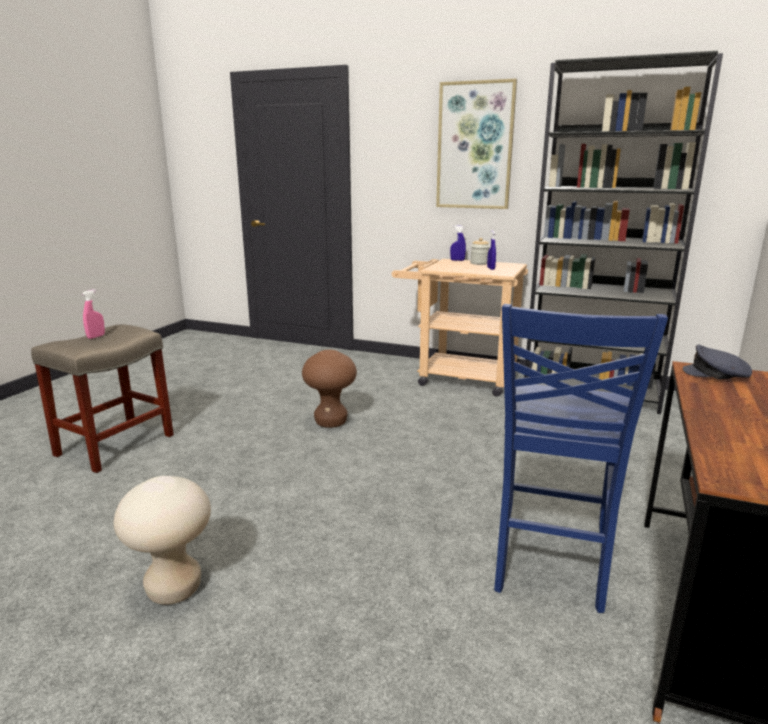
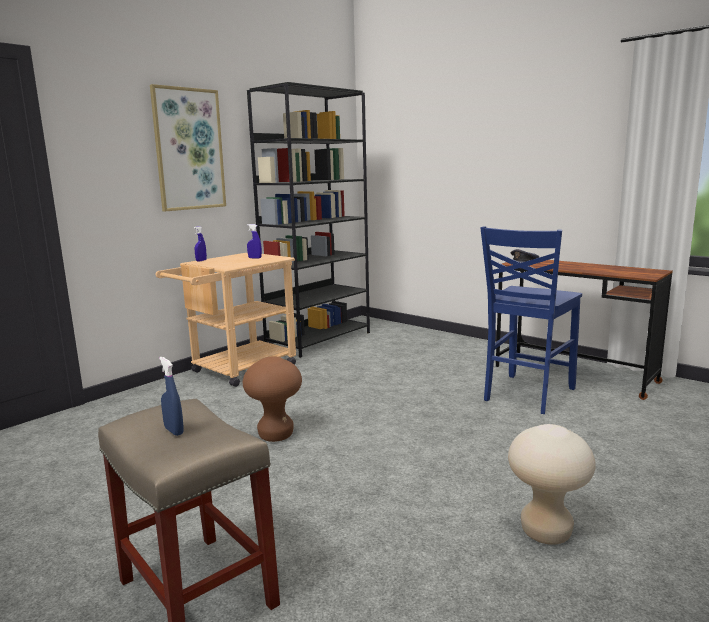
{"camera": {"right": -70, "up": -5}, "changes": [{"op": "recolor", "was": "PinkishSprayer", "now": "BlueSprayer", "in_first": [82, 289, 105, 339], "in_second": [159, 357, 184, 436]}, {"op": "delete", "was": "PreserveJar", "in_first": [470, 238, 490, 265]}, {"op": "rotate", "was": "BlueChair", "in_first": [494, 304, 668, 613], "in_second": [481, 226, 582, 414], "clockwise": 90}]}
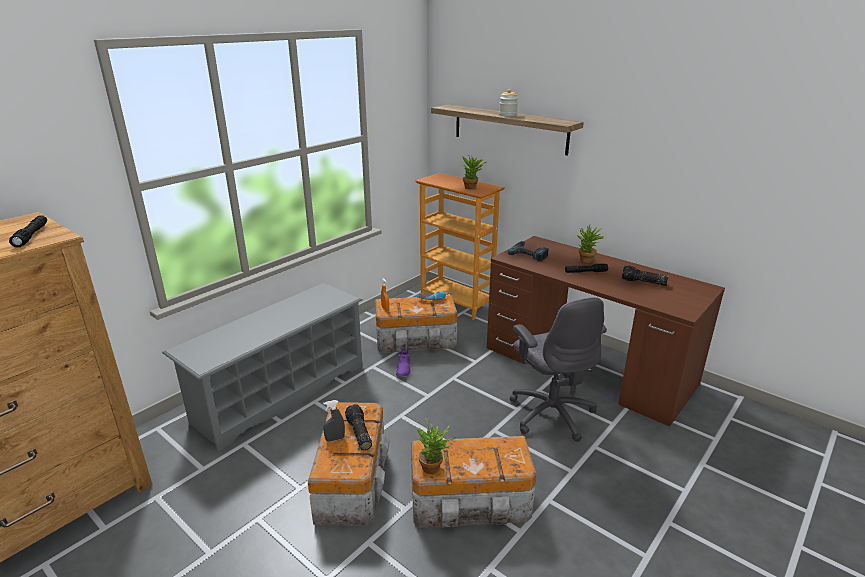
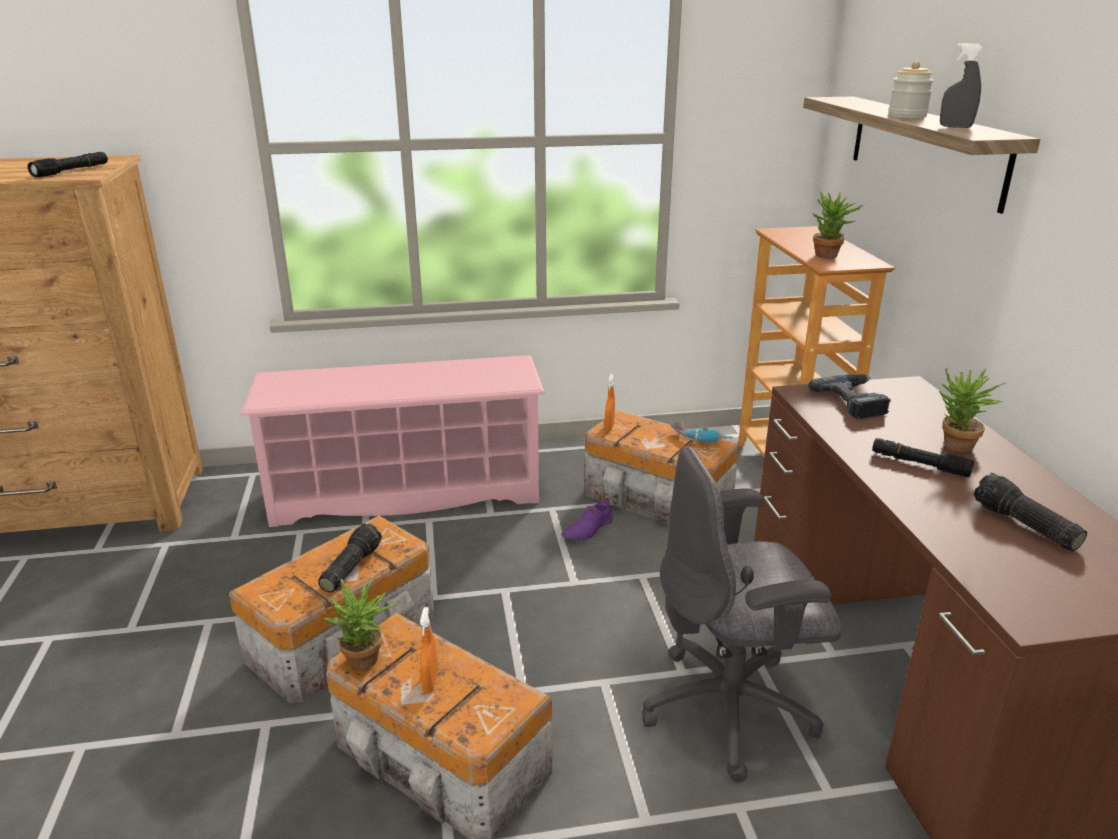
{"camera": {"right": 40, "up": 0}, "changes": [{"op": "recolor", "was": "GrayShoeStand", "now": "PinkishShoeStand", "in_first": [162, 283, 363, 452], "in_second": [240, 355, 545, 527]}, {"op": "move", "was": "GraySprayer", "in_first": [323, 400, 345, 442], "in_second": [940, 43, 983, 128]}, {"op": "rotate", "was": "GrayOfficeChair", "in_first": [510, 297, 607, 442], "in_second": [642, 447, 842, 783], "clockwise": 60}, {"op": "insert", "now": "OrangeSprayer", "in_second": [420, 607, 438, 693]}]}
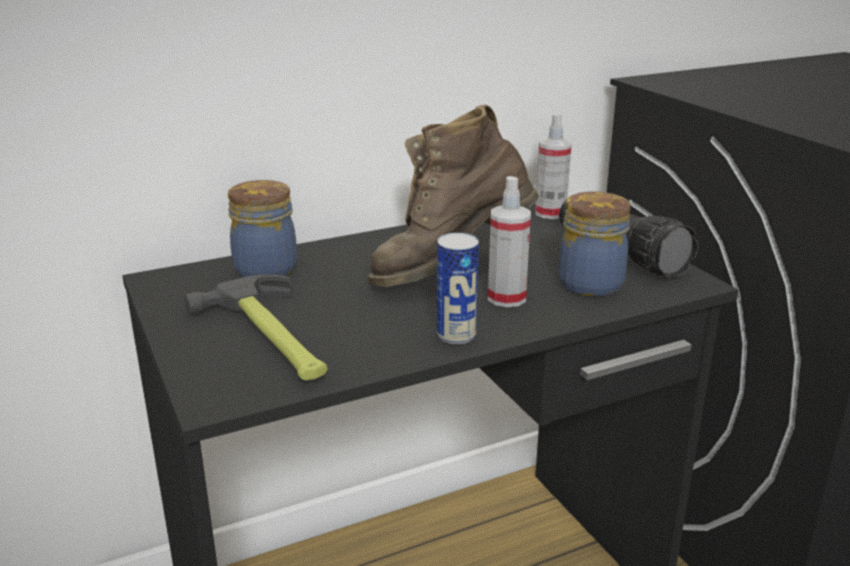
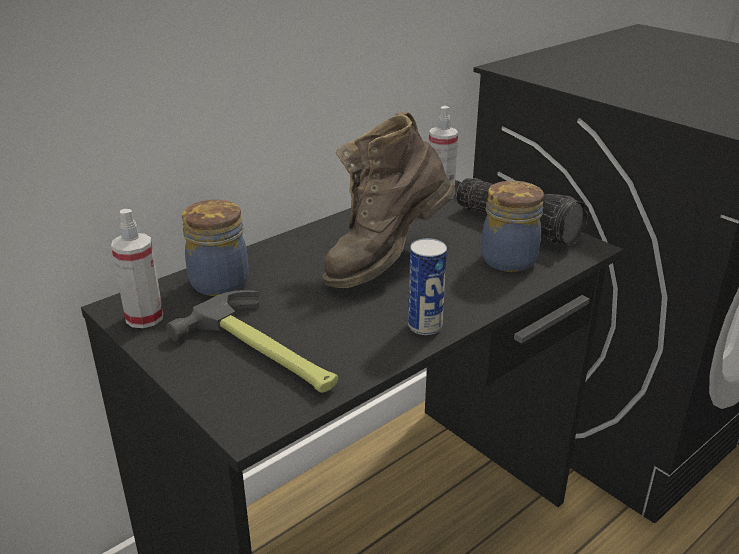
{"camera": {"right": -15, "up": 5}, "changes": [{"op": "move", "was": "Sprayer", "in_first": [488, 176, 531, 307], "in_second": [111, 209, 163, 328]}]}
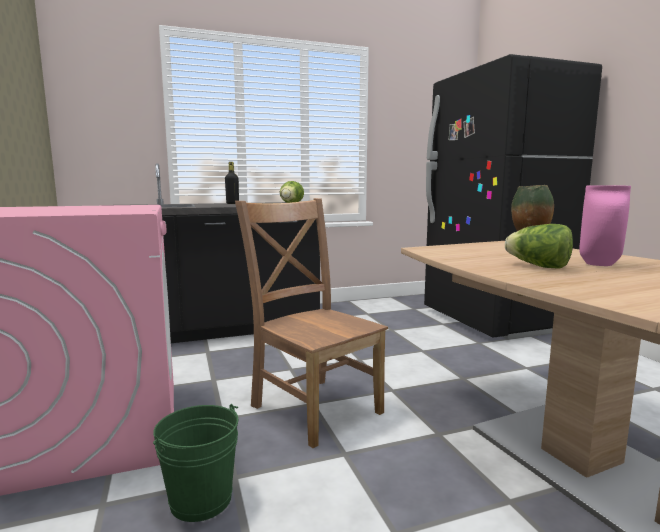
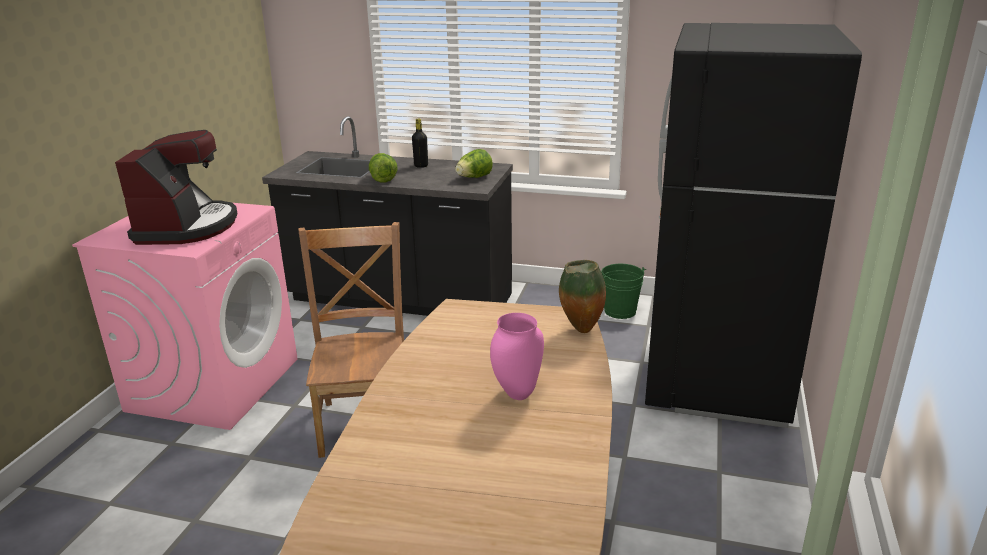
{"camera": {"right": 35, "up": 15}, "changes": [{"op": "move", "was": "GreenColouredBucket", "in_first": [153, 404, 238, 522], "in_second": [601, 264, 646, 319]}, {"op": "move", "was": "Lettuce", "in_first": [505, 224, 573, 269], "in_second": [369, 153, 397, 183]}, {"op": "insert", "now": "CoffeeMachine", "in_second": [115, 130, 237, 245]}]}
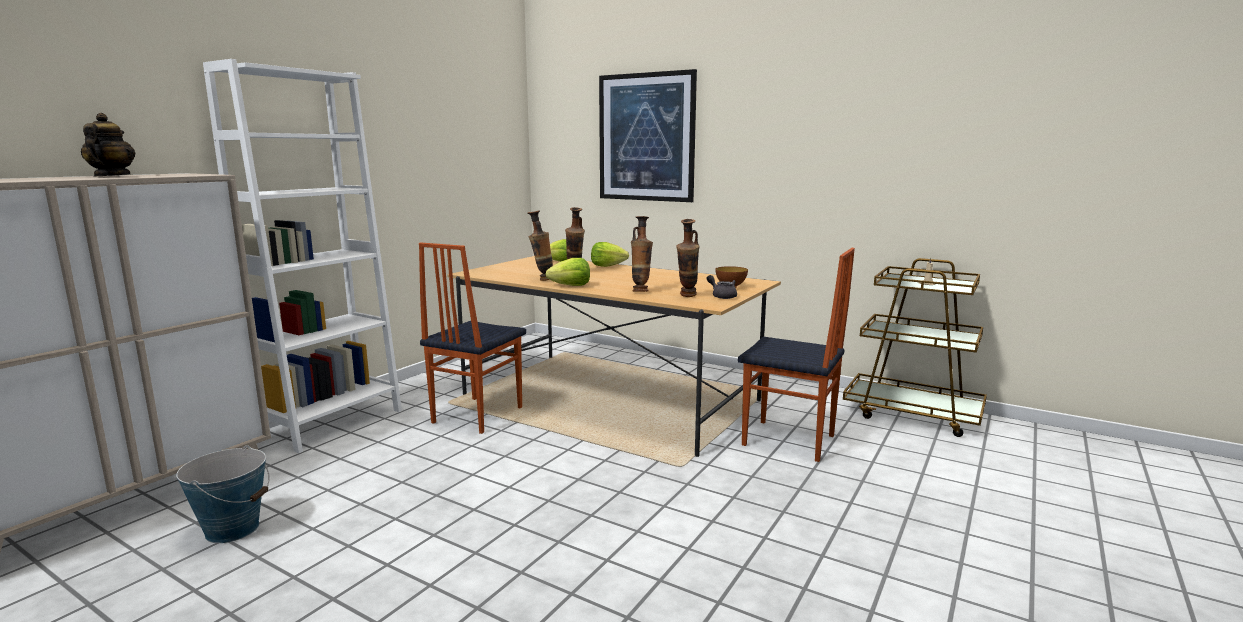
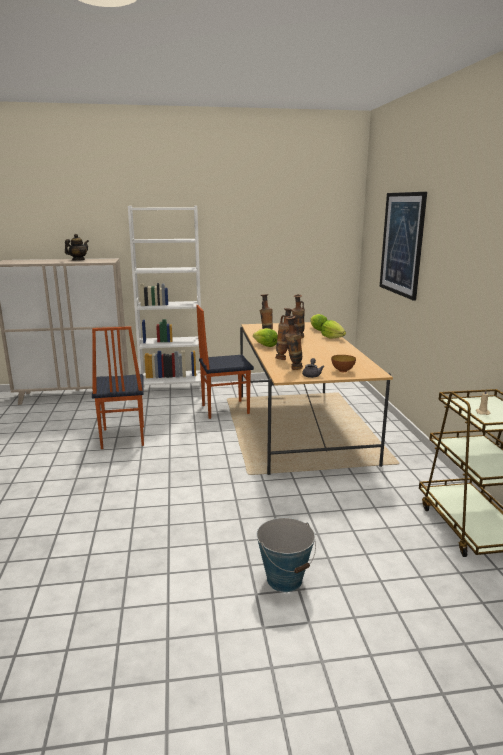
{"camera": {"right": 50, "up": 5}, "changes": [{"op": "move", "was": "Bucket", "in_first": [176, 445, 270, 543], "in_second": [257, 518, 316, 592]}, {"op": "move", "was": "Chair", "in_first": [738, 248, 855, 462], "in_second": [92, 326, 144, 449]}]}
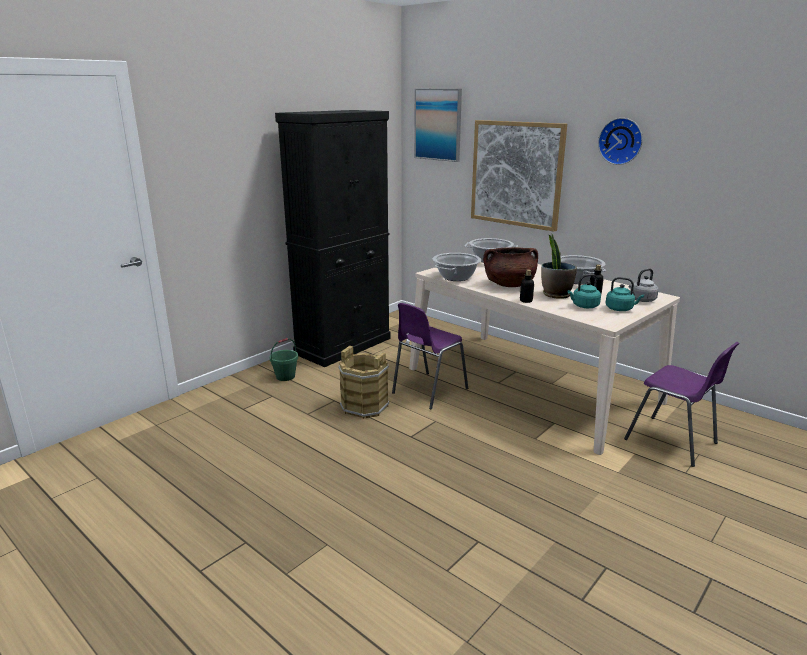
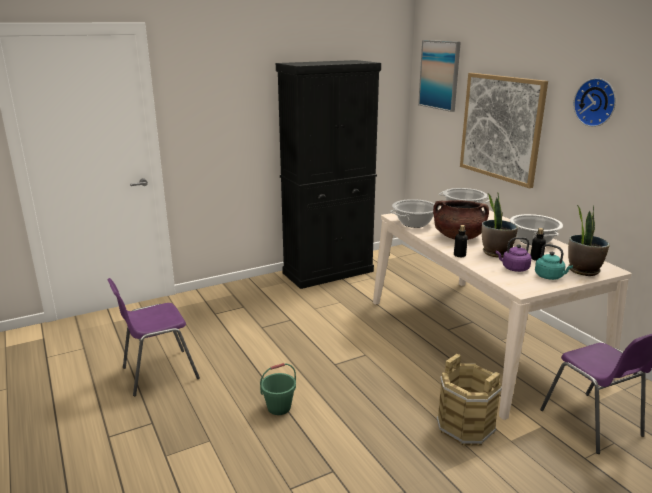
{"camera": {"right": 20, "up": 0}, "changes": [{"op": "move", "was": "GreenColouredBucket", "in_first": [270, 338, 298, 381], "in_second": [260, 363, 296, 415]}, {"op": "move", "was": "BrownishBucket", "in_first": [338, 346, 389, 419], "in_second": [437, 354, 502, 446]}, {"op": "move", "was": "PurpleChair", "in_first": [392, 303, 468, 410], "in_second": [107, 278, 200, 396]}, {"op": "recolor", "was": "BlueGreenTeaKettle", "now": "PurpleTeaKettle", "in_first": [568, 274, 601, 308], "in_second": [496, 237, 532, 272]}, {"op": "replace", "was": "GrayTeaKettle", "now": "Houseplant", "in_first": [629, 268, 659, 302], "in_second": [568, 205, 610, 276]}]}
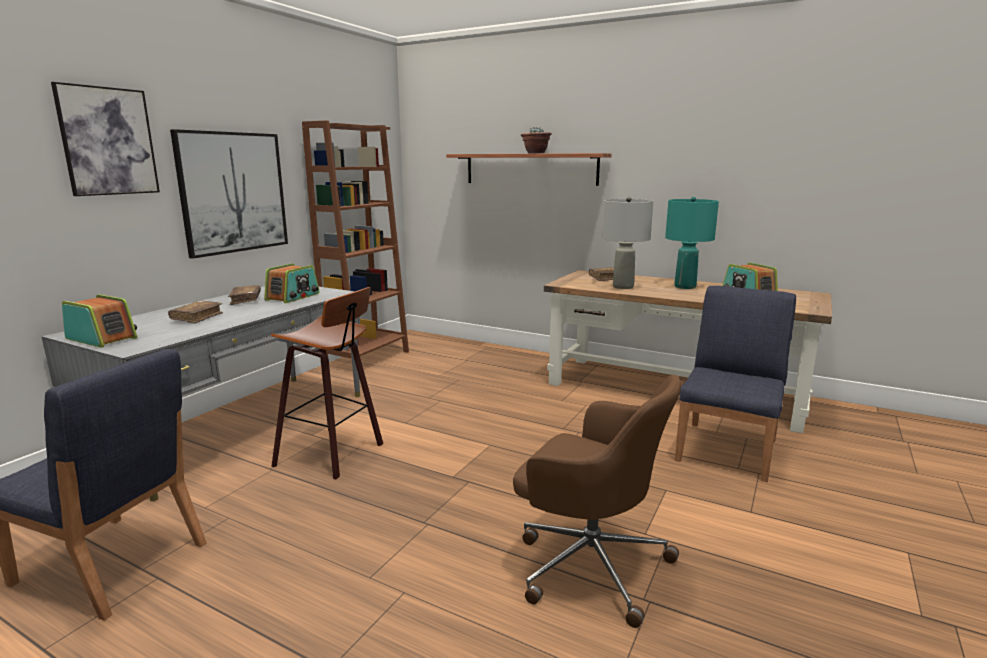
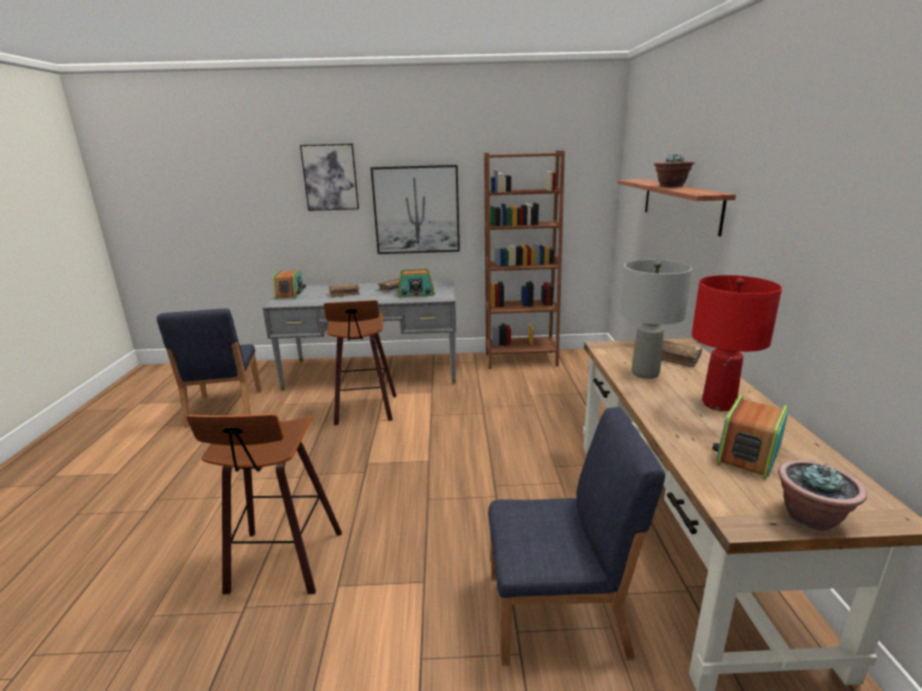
{"camera": {"right": 60, "up": 5}, "changes": [{"op": "replace", "was": "BrownishOfficeChair", "now": "Stool", "in_first": [513, 375, 681, 628], "in_second": [186, 414, 342, 594]}, {"op": "recolor", "was": "BlueGreenLampForATable", "now": "RedLampForATable", "in_first": [665, 197, 719, 289], "in_second": [692, 275, 782, 411]}, {"op": "insert", "now": "Houseplant", "in_second": [778, 460, 867, 531]}]}
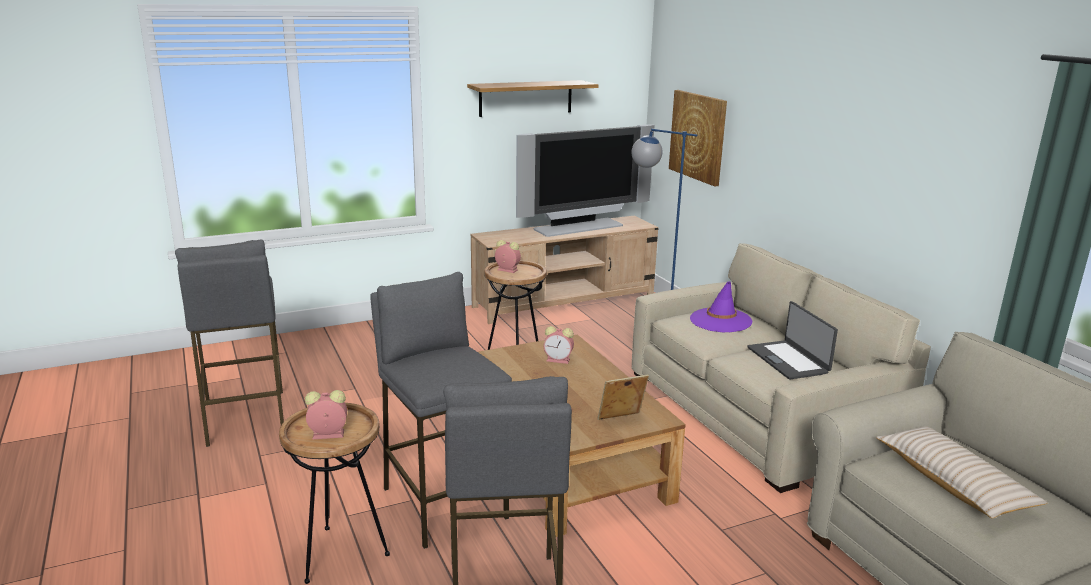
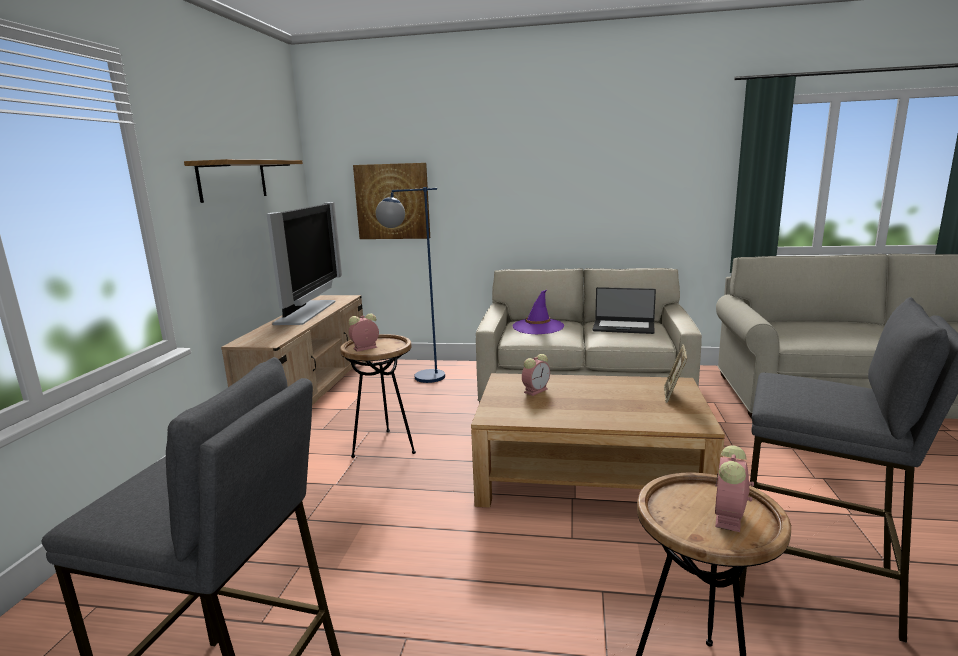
{"camera": {"right": -55, "up": -5}, "changes": [{"op": "delete", "was": "GrayStool", "in_first": [370, 272, 512, 549]}, {"op": "delete", "was": "SandColouredPillow", "in_first": [876, 426, 1047, 519]}]}
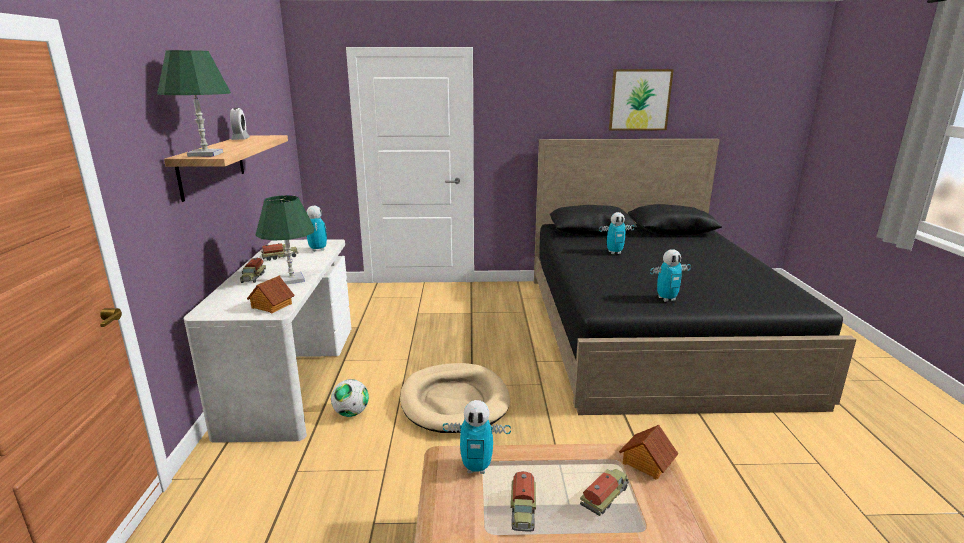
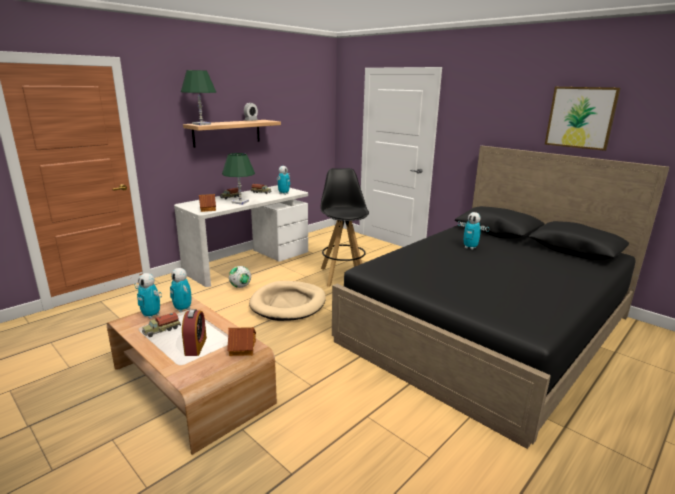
{"camera": {"right": 45, "up": 0}, "changes": [{"op": "replace", "was": "ToyLorry", "now": "TableClock", "in_first": [580, 469, 629, 516], "in_second": [182, 309, 207, 356]}, {"op": "move", "was": "ModelRobot", "in_first": [650, 249, 691, 302], "in_second": [134, 273, 162, 319]}, {"op": "insert", "now": "BlackishStool", "in_second": [320, 168, 369, 287]}]}
